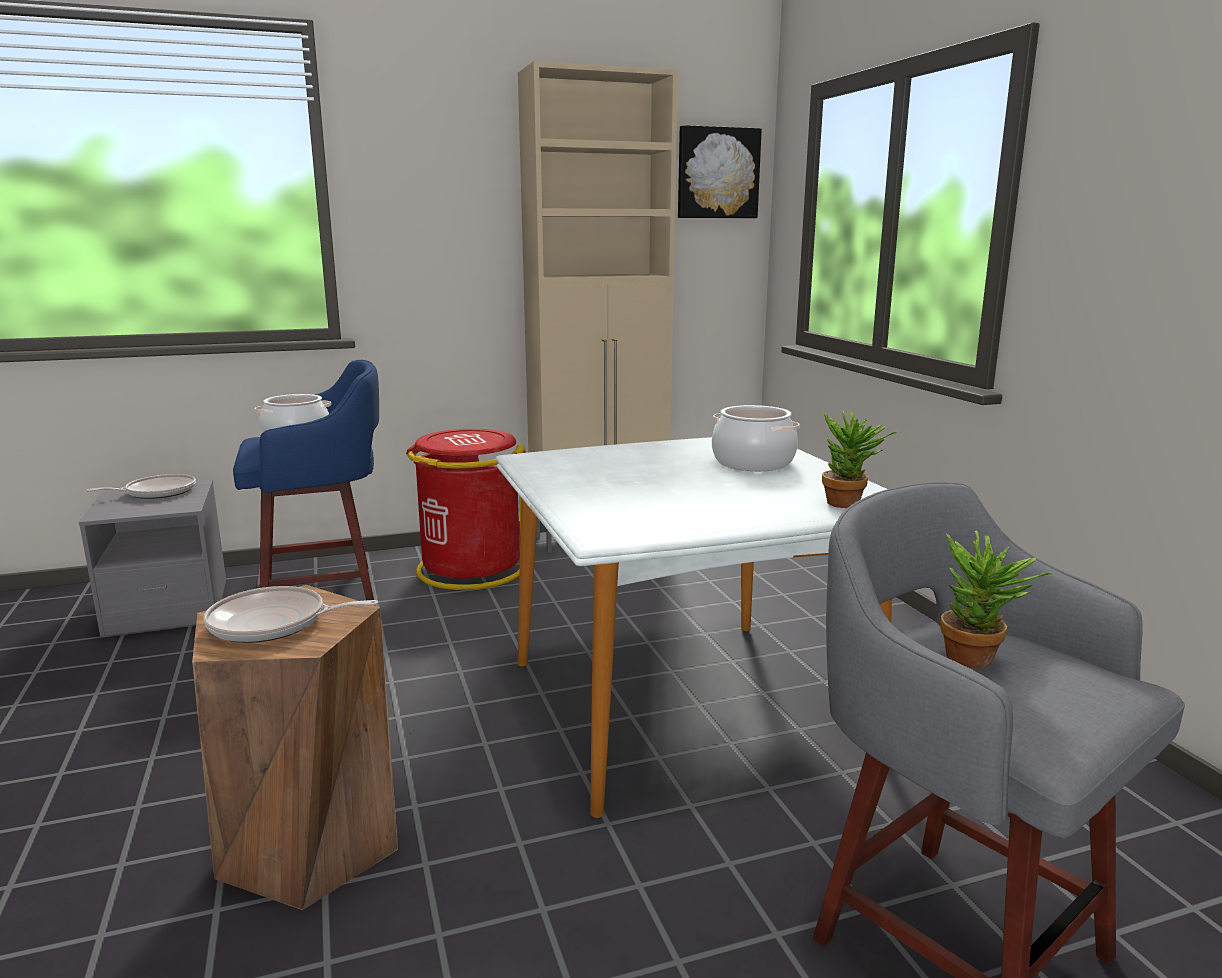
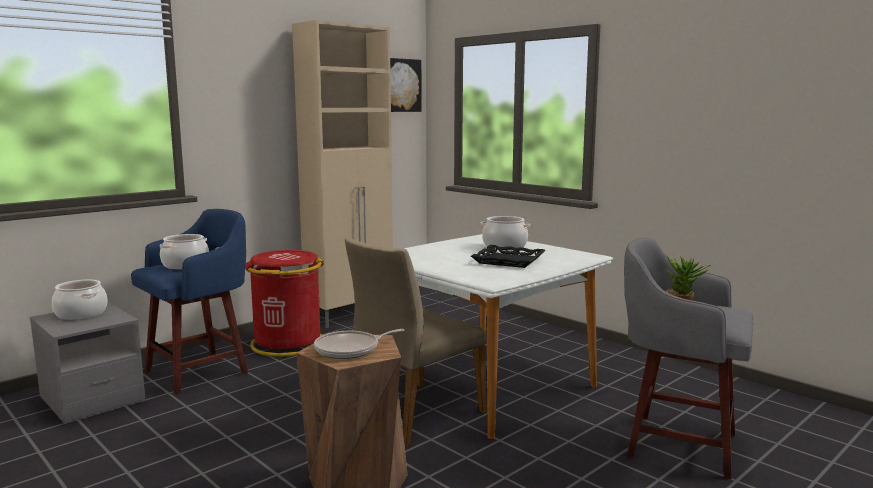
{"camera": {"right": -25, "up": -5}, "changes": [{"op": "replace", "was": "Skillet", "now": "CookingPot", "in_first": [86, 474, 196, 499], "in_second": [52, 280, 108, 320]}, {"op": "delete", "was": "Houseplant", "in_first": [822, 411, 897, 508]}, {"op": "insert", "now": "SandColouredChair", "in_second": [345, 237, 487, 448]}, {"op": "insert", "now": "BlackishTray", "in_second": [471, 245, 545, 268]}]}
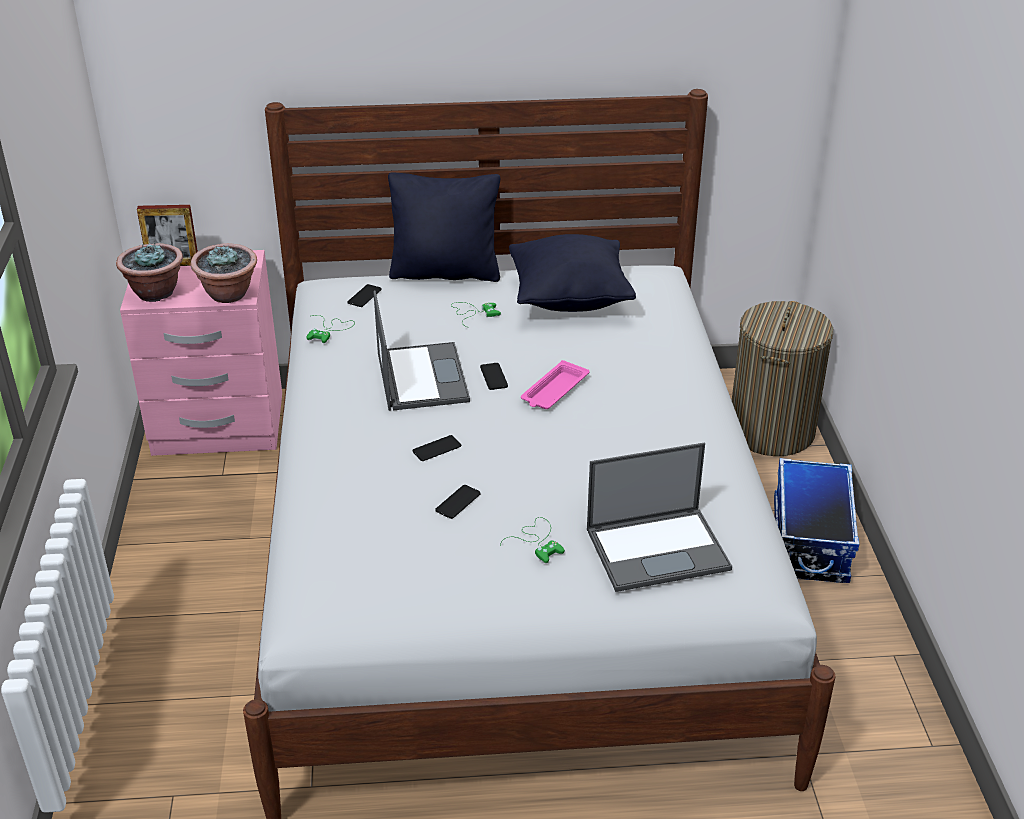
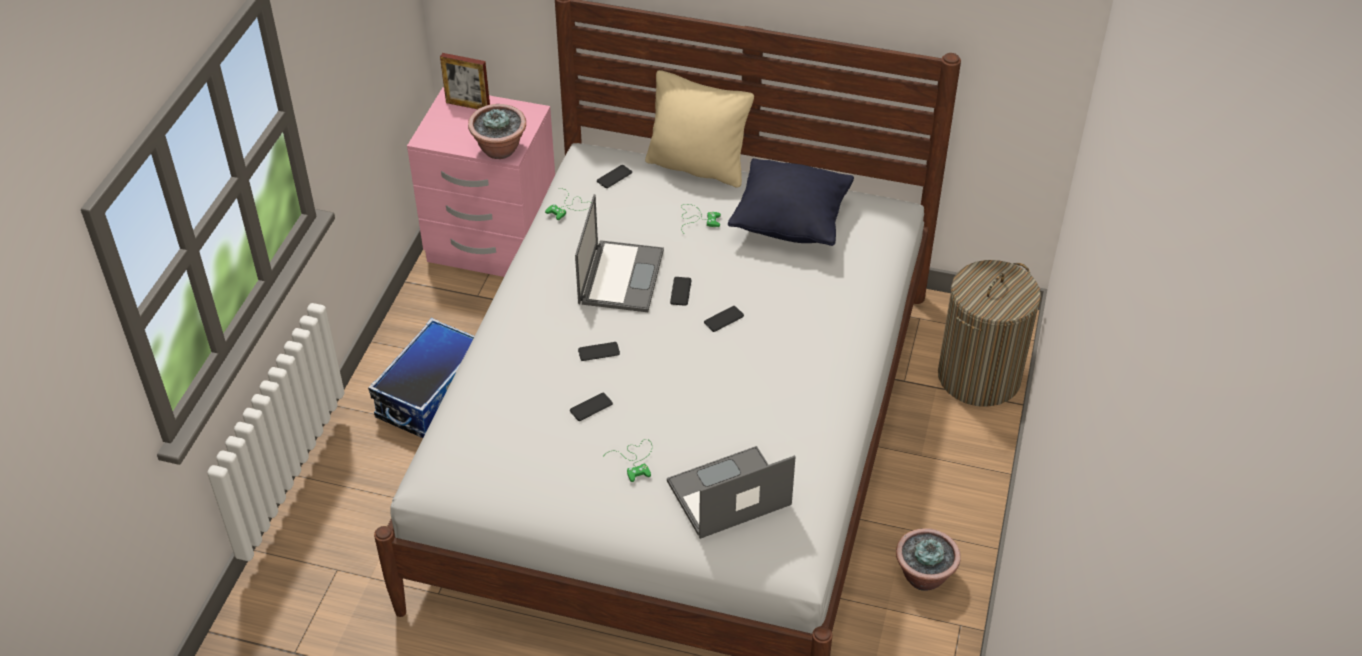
{"camera": {"right": 20, "up": 10}, "changes": [{"op": "move", "was": "Houseplant", "in_first": [116, 243, 183, 302], "in_second": [896, 528, 961, 591]}, {"op": "recolor", "was": "BlackishPillow", "now": "SandColouredPillow", "in_first": [388, 172, 500, 282], "in_second": [645, 70, 754, 188]}, {"op": "replace", "was": "PinkishTray", "now": "Handset", "in_first": [521, 360, 589, 409], "in_second": [704, 306, 744, 332]}, {"op": "rotate", "was": "Laptop", "in_first": [587, 442, 732, 592], "in_second": [667, 446, 796, 539], "clockwise": 150}, {"op": "move", "was": "StorageBin", "in_first": [774, 458, 859, 583], "in_second": [368, 318, 474, 438]}]}
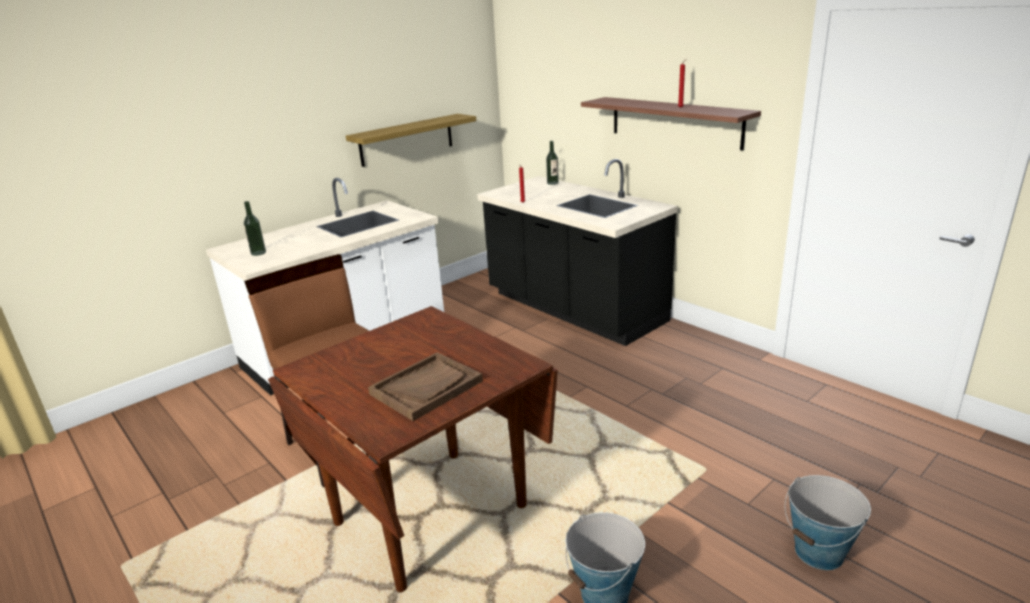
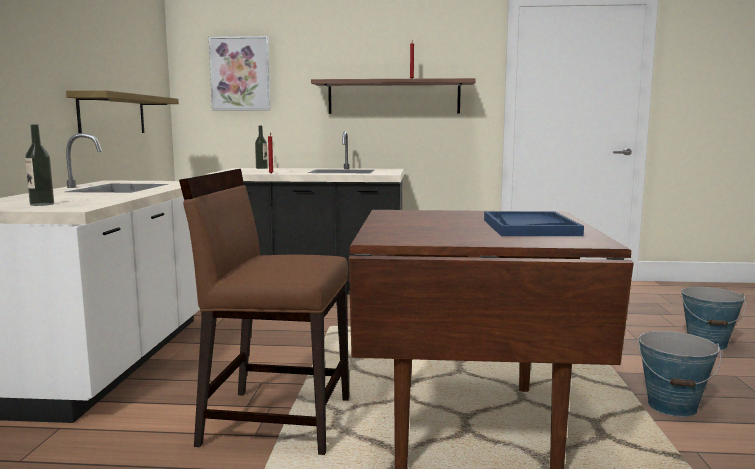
{"camera": {"right": -45, "up": -15}, "changes": [{"op": "recolor", "was": "BrownishTray", "now": "BlueTray", "in_first": [368, 352, 483, 421], "in_second": [484, 211, 584, 236]}, {"op": "insert", "now": "WallArt", "in_second": [209, 36, 271, 111]}]}
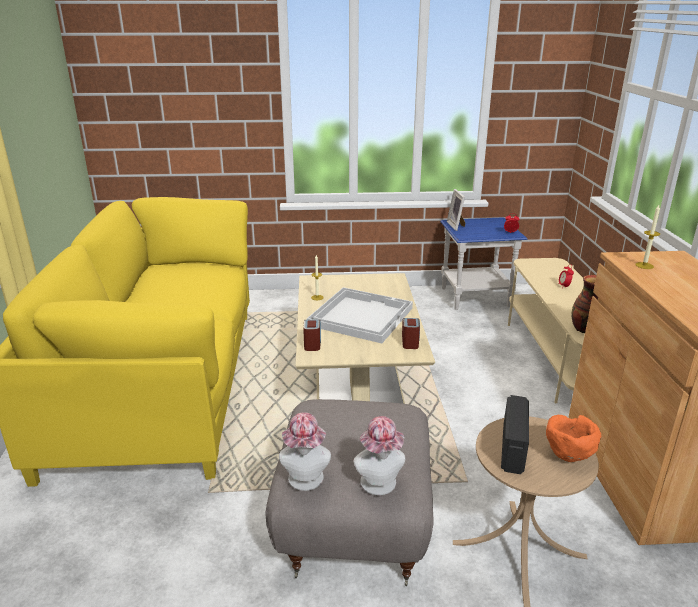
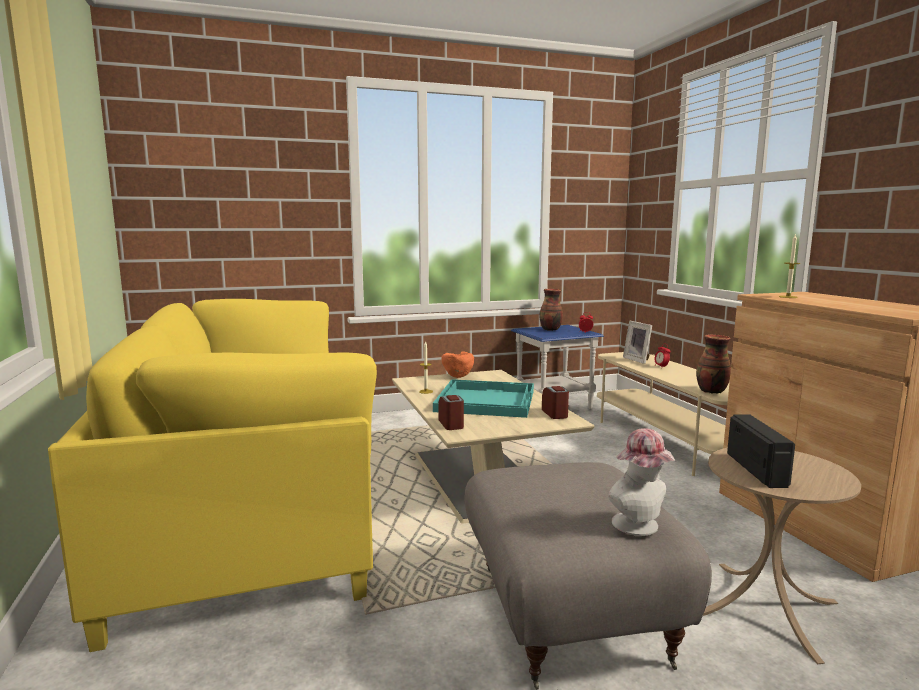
{"camera": {"right": -15, "up": -15}, "changes": [{"op": "delete", "was": "WearableHat", "in_first": [279, 412, 331, 491]}, {"op": "recolor", "was": "WhitishTray", "now": "BlueGreenTray", "in_first": [307, 287, 413, 343], "in_second": [433, 379, 534, 418]}, {"op": "move", "was": "PictureFrame", "in_first": [447, 189, 465, 231], "in_second": [623, 321, 652, 364]}, {"op": "move", "was": "OrangeBowl", "in_first": [546, 415, 601, 462], "in_second": [442, 352, 474, 378]}, {"op": "insert", "now": "DecorativeVase", "in_second": [539, 289, 563, 331]}]}
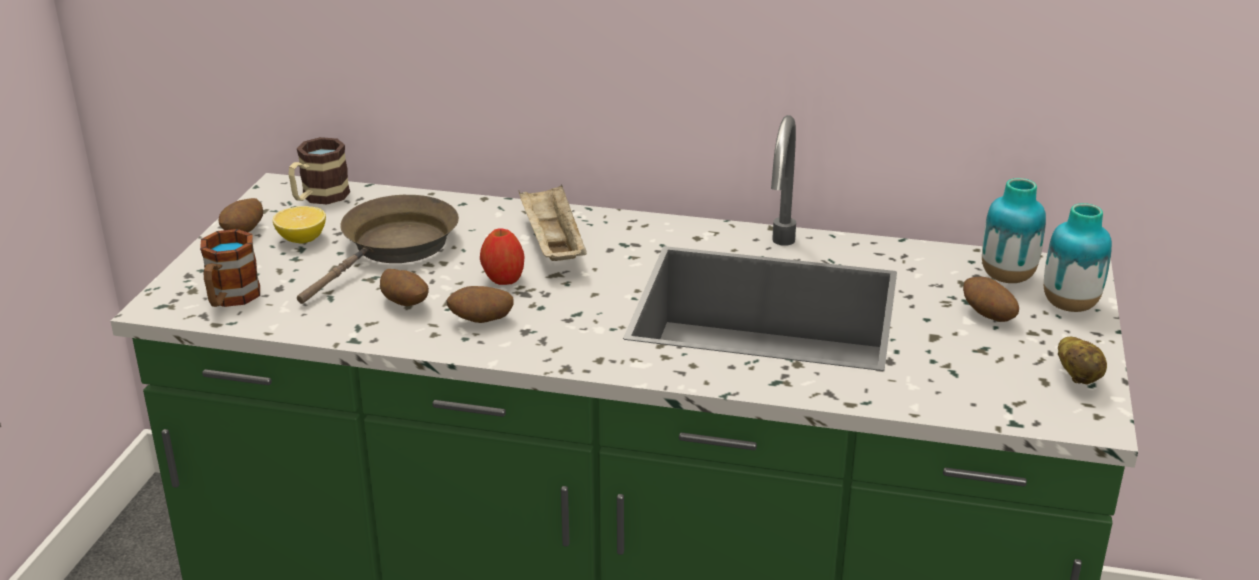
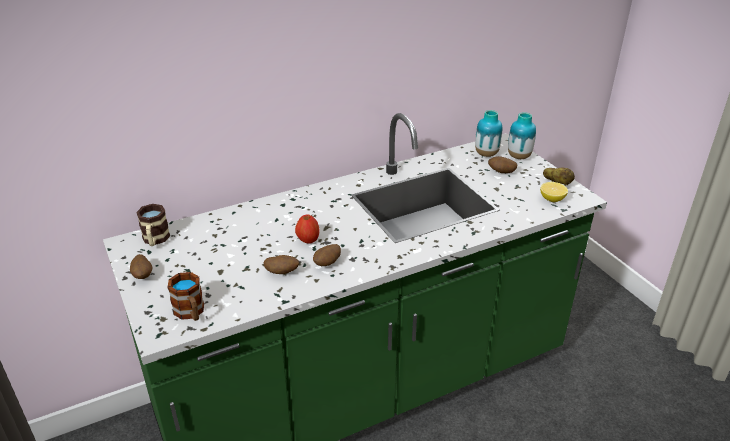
{"camera": {"right": -40, "up": 5}, "changes": [{"op": "move", "was": "CitrusFruit", "in_first": [273, 206, 326, 243], "in_second": [540, 182, 568, 202]}, {"op": "delete", "was": "BrownishSkillet", "in_first": [297, 195, 459, 304]}, {"op": "delete", "was": "SandColouredTray", "in_first": [519, 184, 587, 261]}]}
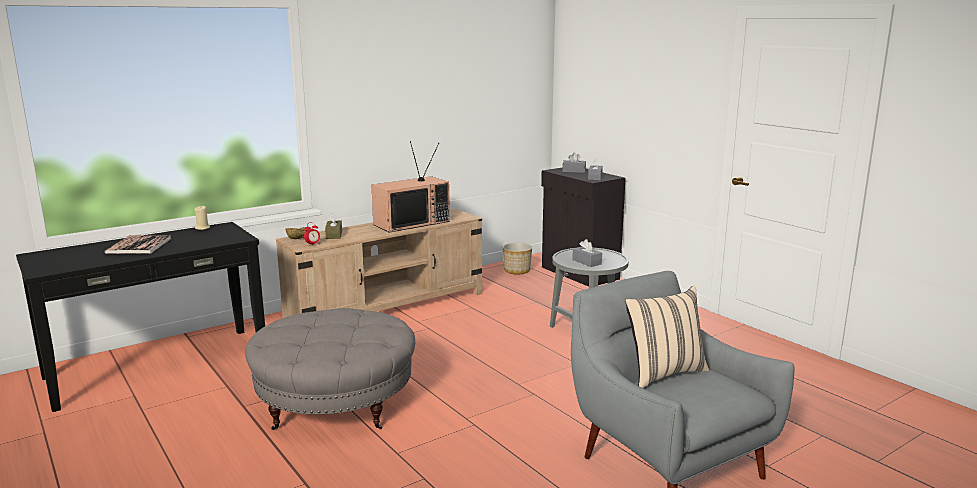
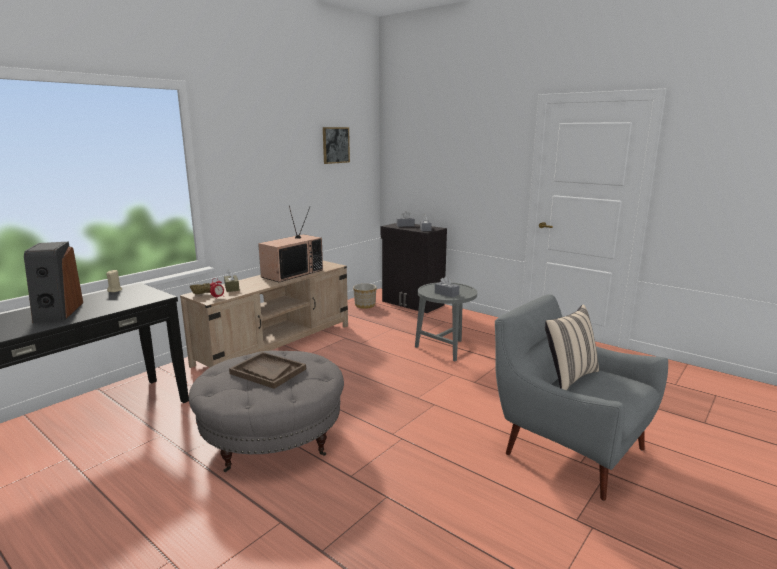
{"camera": {"right": -15, "up": 0}, "changes": [{"op": "replace", "was": "Volume", "now": "AudioSpeaker", "in_first": [104, 235, 171, 254], "in_second": [24, 242, 83, 323]}, {"op": "insert", "now": "BrownishTray", "in_second": [229, 352, 306, 389]}, {"op": "insert", "now": "WallArt", "in_second": [323, 127, 350, 164]}]}
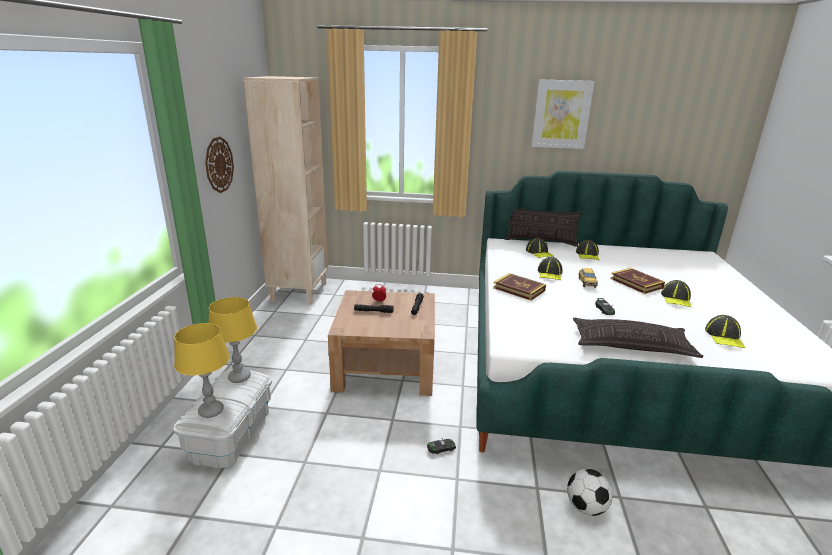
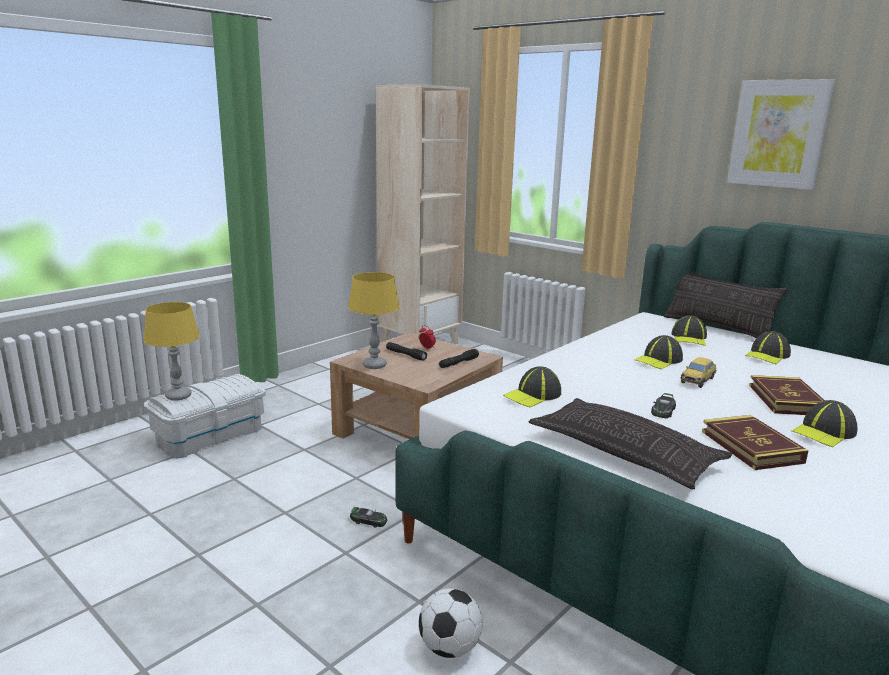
{"camera": {"right": 35, "up": -5}, "changes": [{"op": "delete", "was": "ClockOnTheWall", "in_first": [205, 136, 234, 193]}, {"op": "move", "was": "YellowColouredLampForATable", "in_first": [209, 297, 257, 383], "in_second": [348, 272, 400, 369]}, {"op": "move", "was": "Volume", "in_first": [493, 273, 546, 301], "in_second": [702, 415, 809, 470]}, {"op": "move", "was": "Cap", "in_first": [705, 315, 745, 348], "in_second": [503, 366, 561, 407]}]}
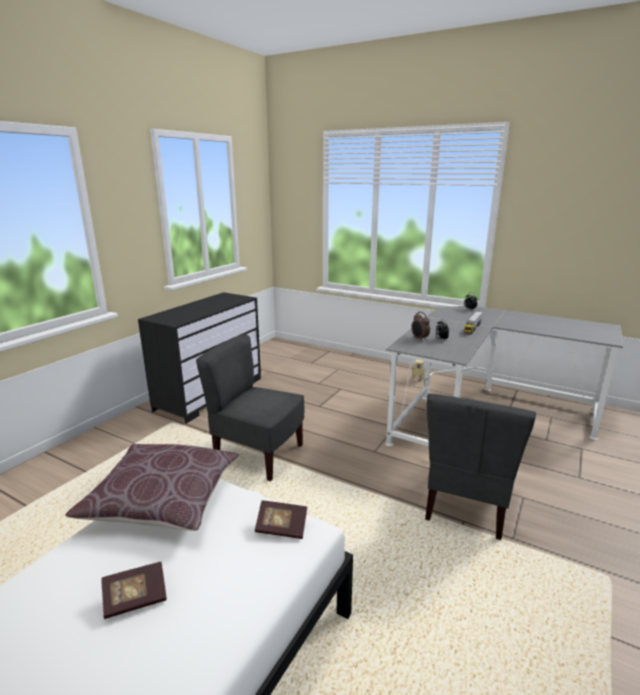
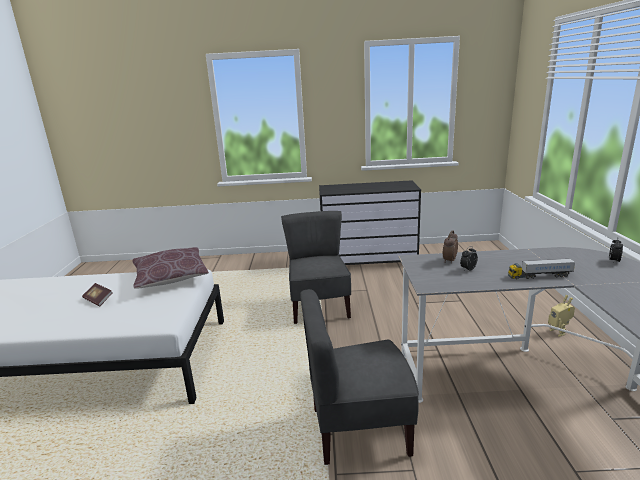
{"camera": {"right": 60, "up": 0}, "changes": [{"op": "delete", "was": "Volume", "in_first": [255, 500, 307, 539]}]}
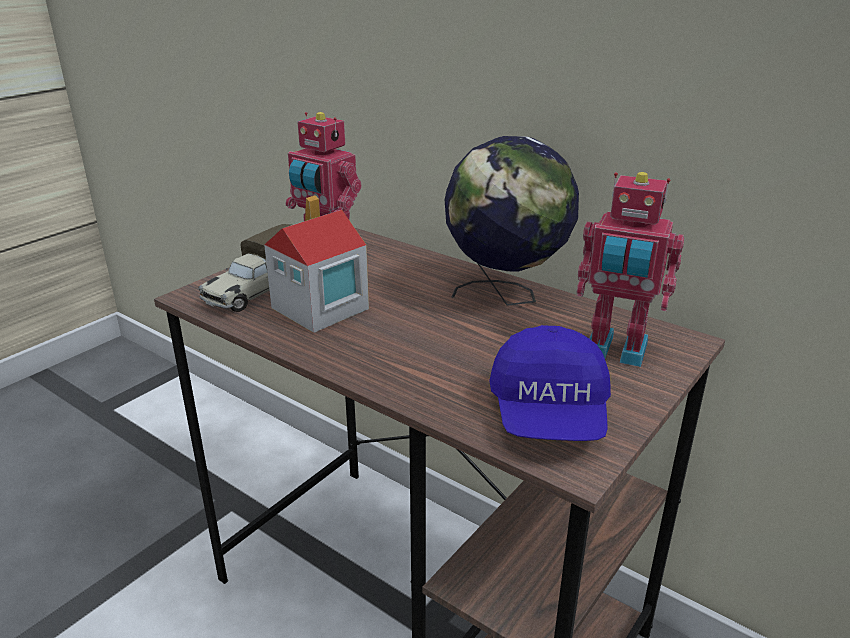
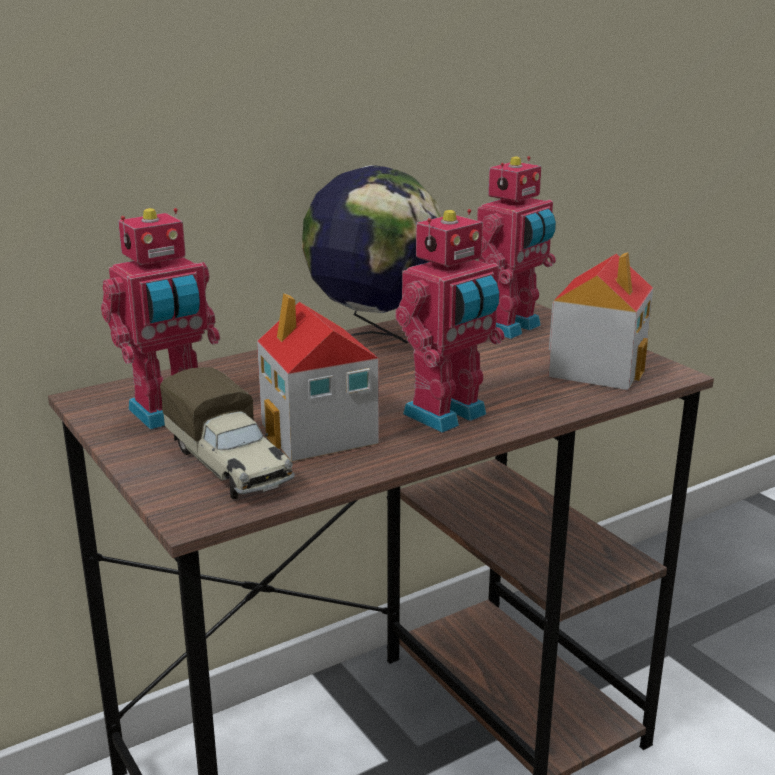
{"camera": {"right": -70, "up": -5}, "changes": [{"op": "replace", "was": "BlueCap", "now": "MiniatureHouse", "in_first": [489, 325, 611, 441], "in_second": [549, 252, 653, 390]}, {"op": "insert", "now": "ModelRobot", "in_second": [395, 209, 505, 433]}]}
